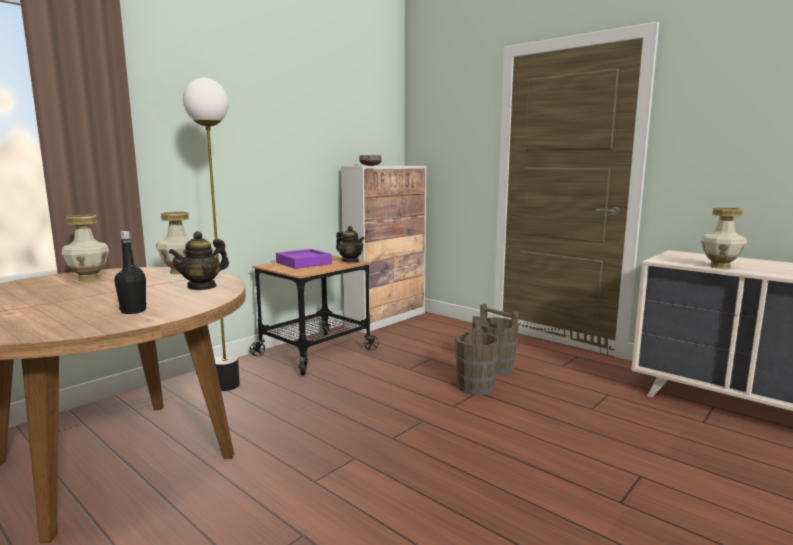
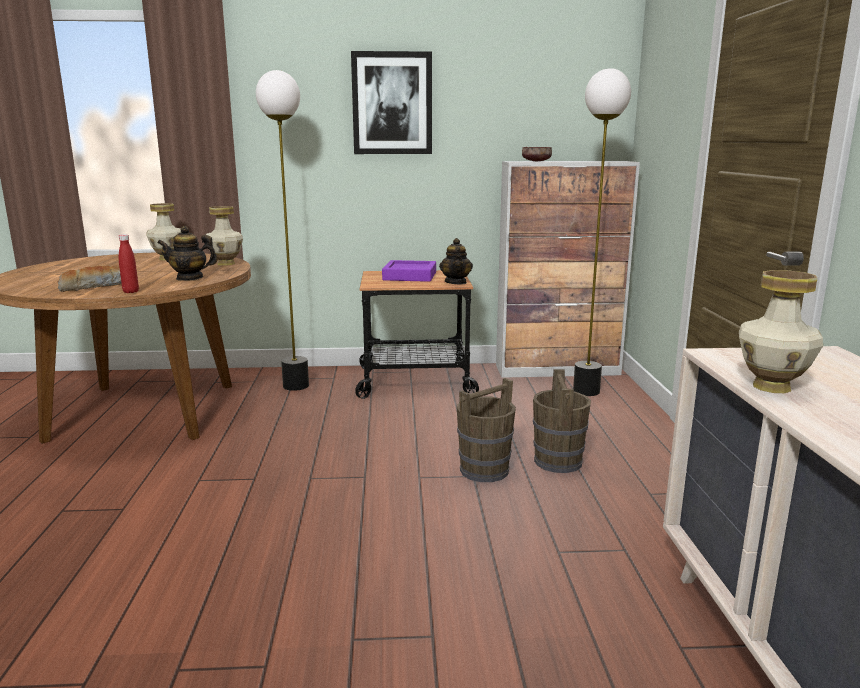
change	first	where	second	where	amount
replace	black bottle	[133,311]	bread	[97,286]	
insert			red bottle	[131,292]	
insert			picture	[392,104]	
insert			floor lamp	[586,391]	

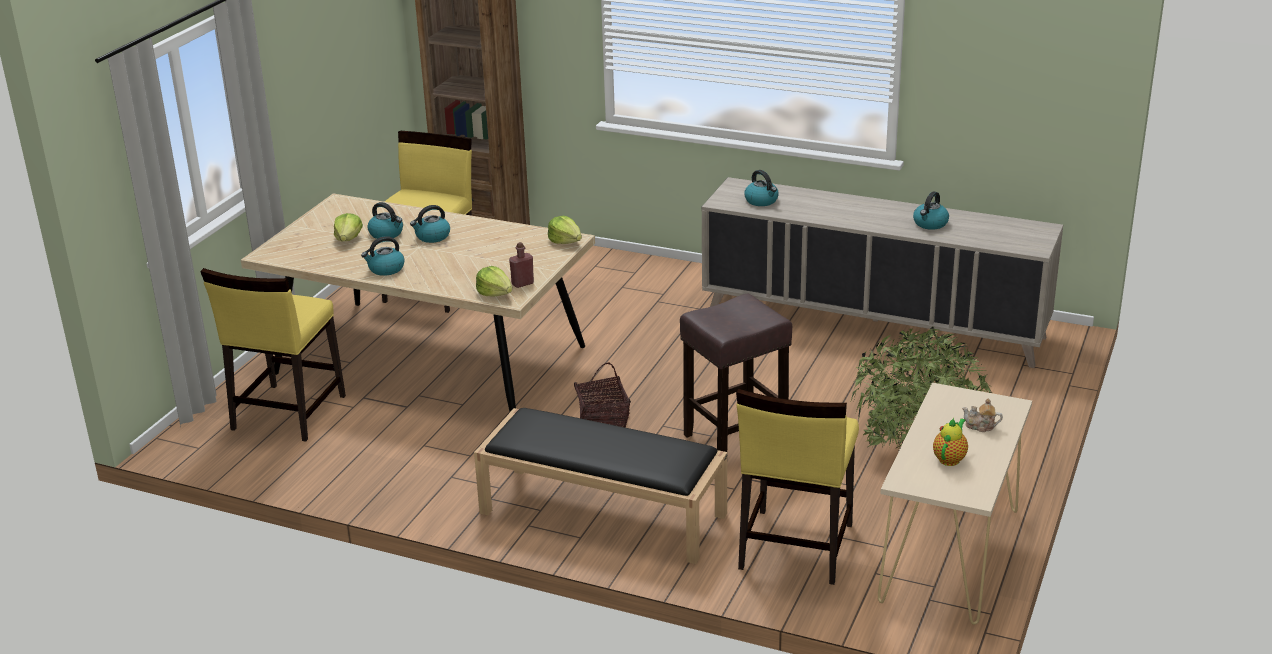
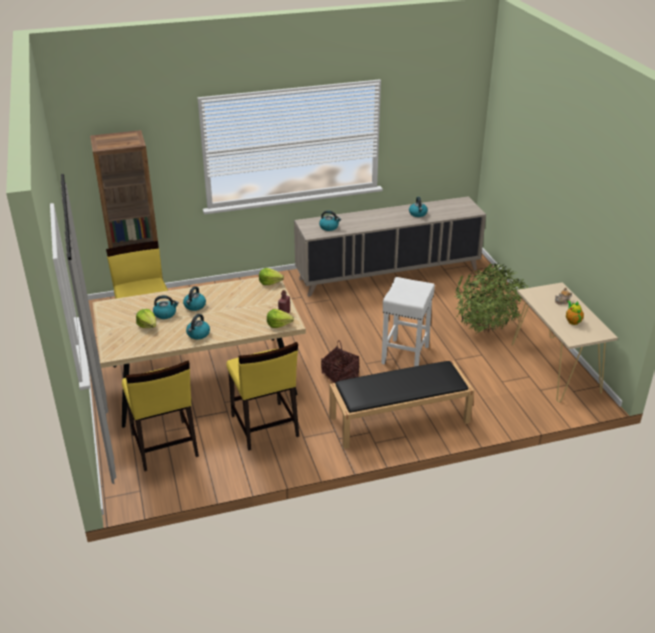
change	first	where	second	where	amount
move	yellow chair	[794,547]		[264,426]	
recolor	brown stool	[734,439]	white stool	[405,355]	

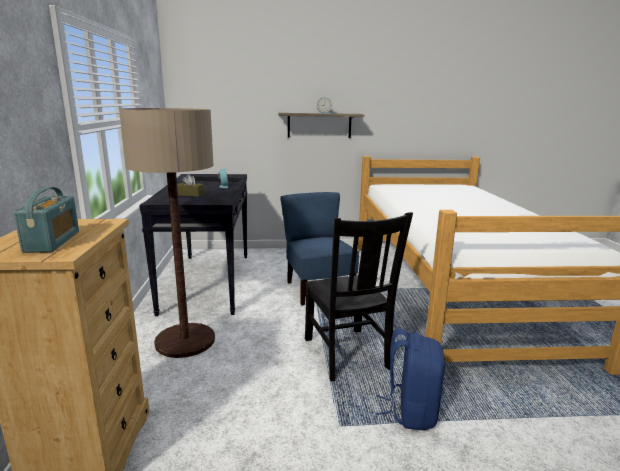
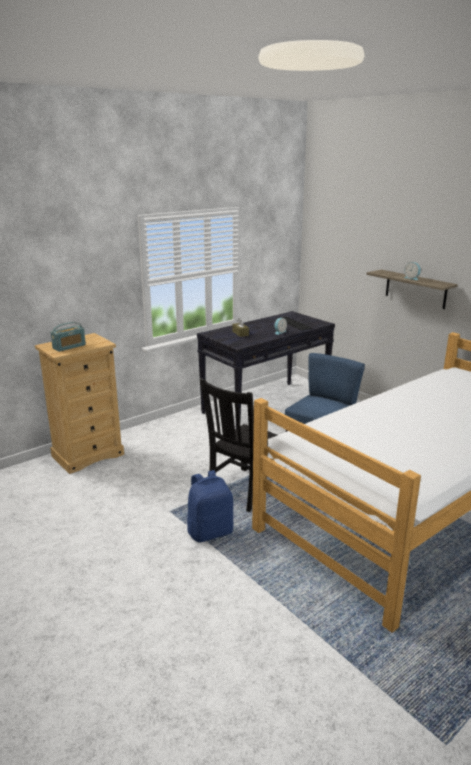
change	first	where	second	where	amount
delete	floor lamp	[185,341]			

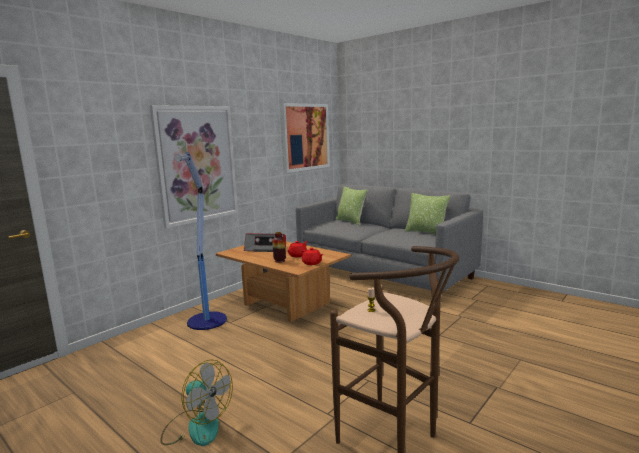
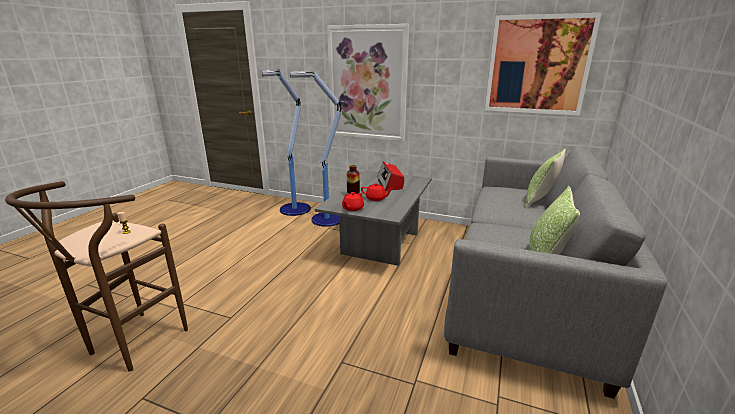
change	first	where	second	where	amount
insert			floor lamp	[294,209]	
recolor	brown coffee table	[284,304]	grey coffee table	[378,242]	
delete	fan	[197,426]			

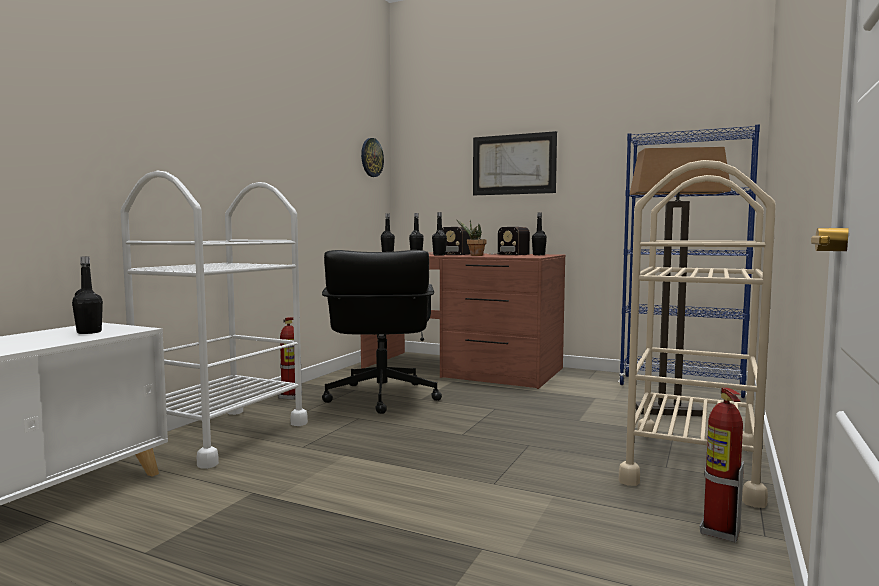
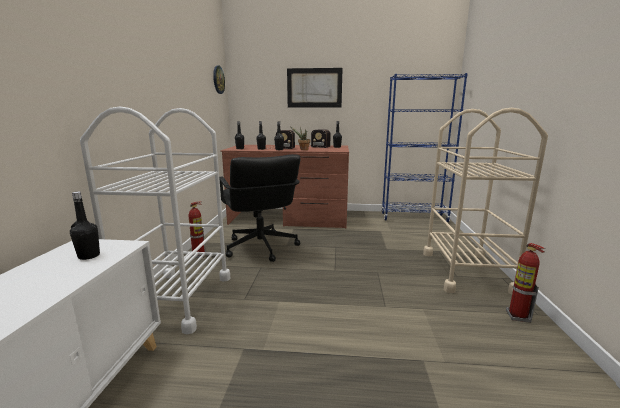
change	first	where	second	where	amount
delete	floor lamp	[669,411]			

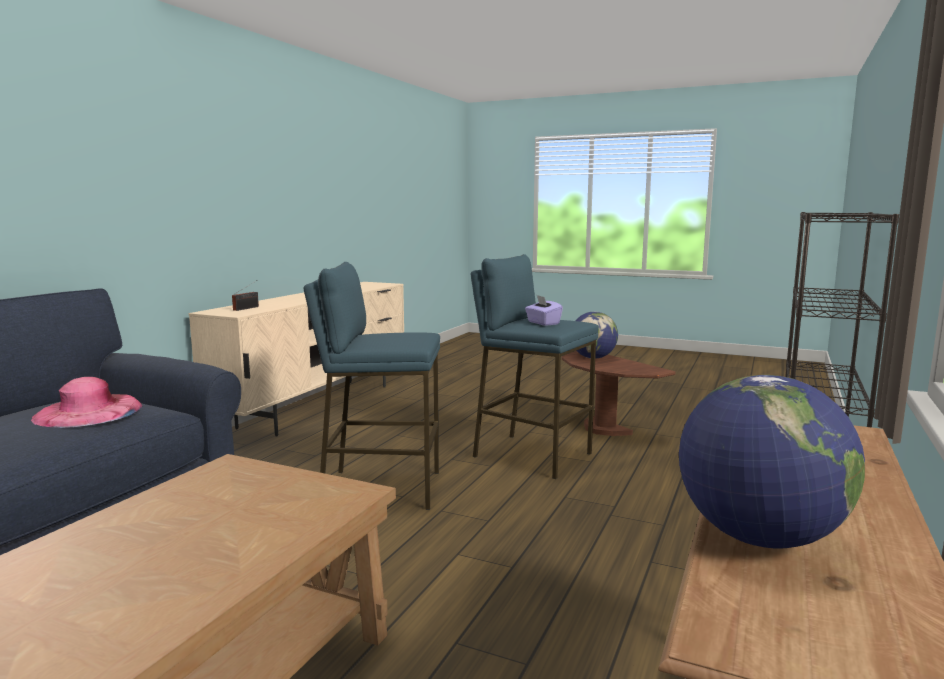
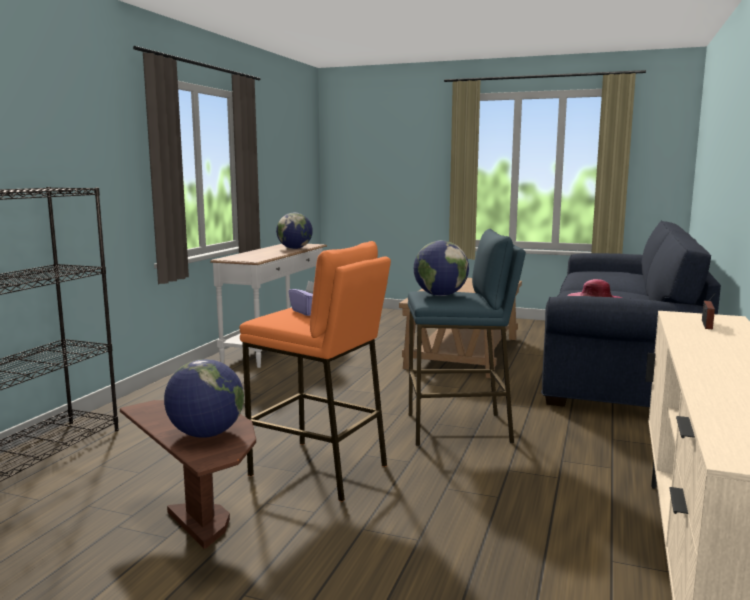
change	first	where	second	where	amount
recolor	blue stool	[531,455]	orange stool	[319,470]	
insert			globe	[440,295]	

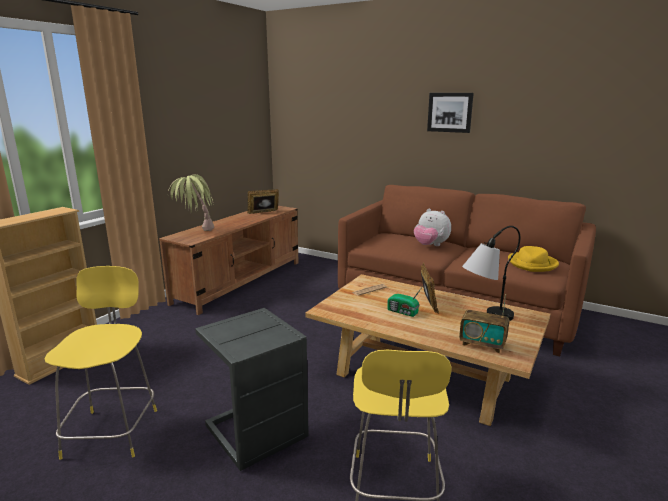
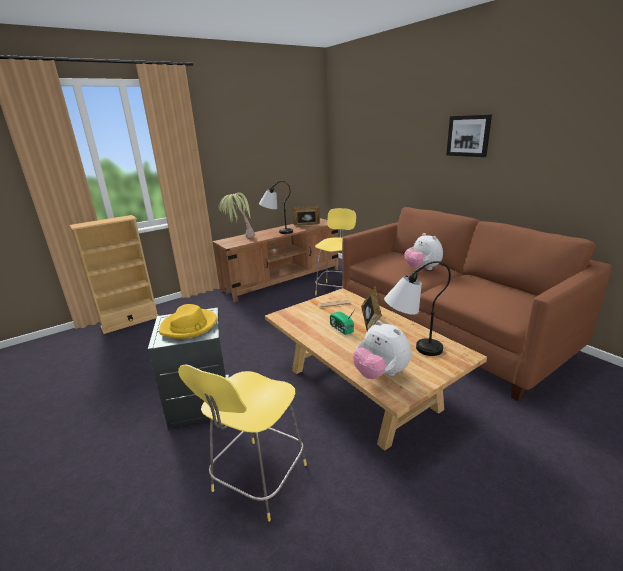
change	first	where	second	where	amount
move	yellow hat	[532,264]		[189,326]	
insert			table lamp	[276,232]	
move	yellow stool	[113,430]		[337,289]	
replace	radio	[482,344]	plush toy	[380,374]	

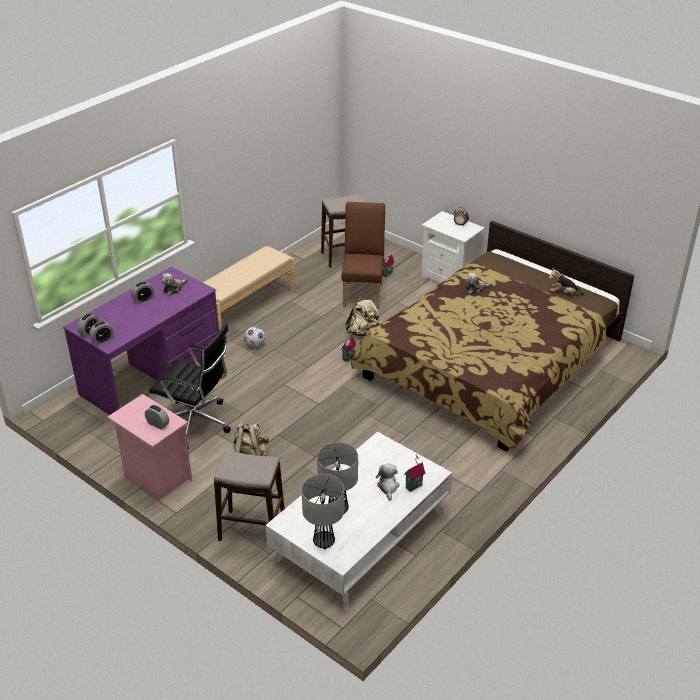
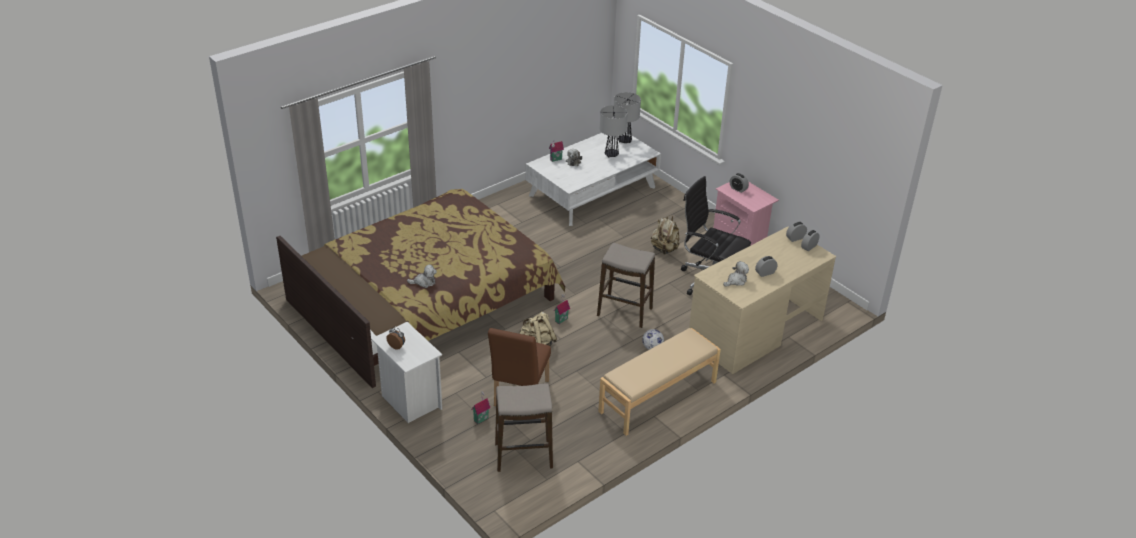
change	first	where	second	where	amount
move	stool	[252,530]		[624,312]	
recolor	purple desk	[152,375]	beige desk	[755,330]	
delete	plush toy	[563,293]			

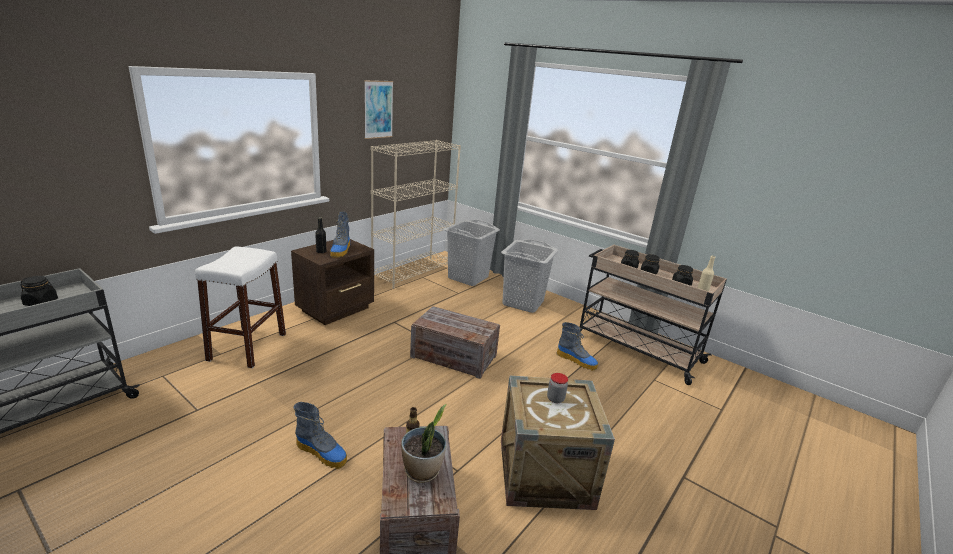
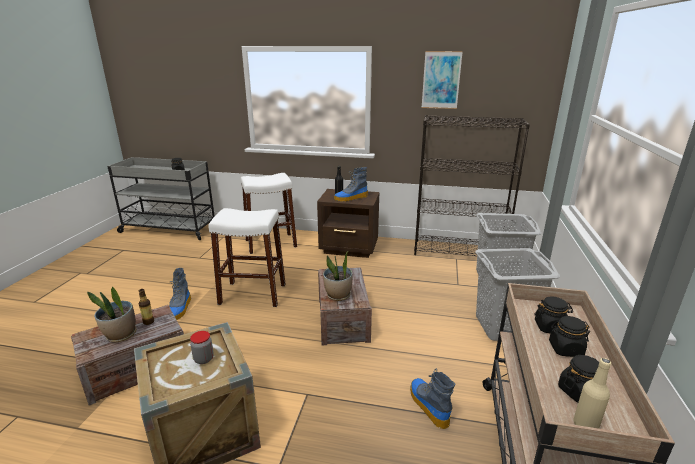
change	first	where	second	where	amount
insert			white stool	[253,294]	
insert			potted plant	[338,295]	
rotate	boot	[577,361]		[428,405]	150 degrees clockwise
recolor	beige bookcase	[413,271]	black bookcase	[459,251]	

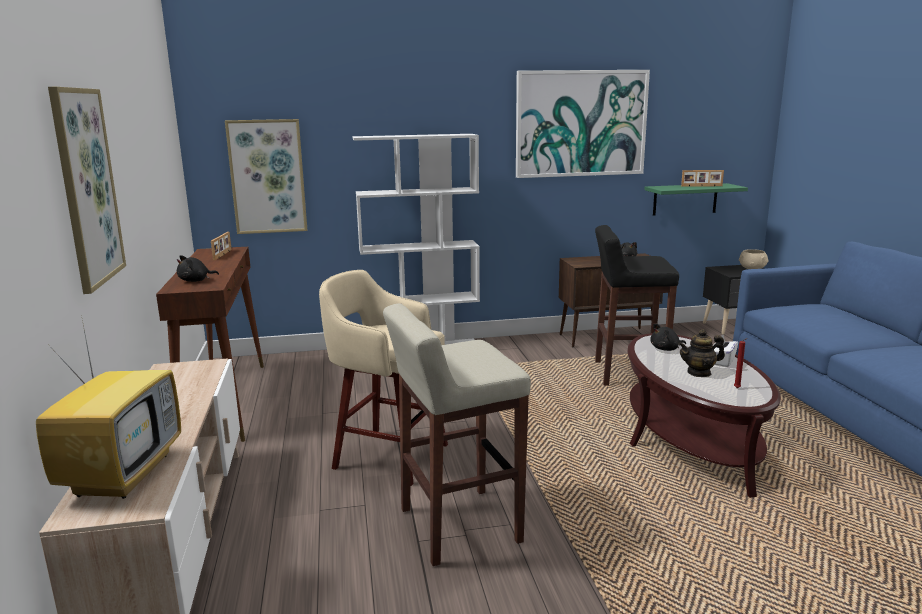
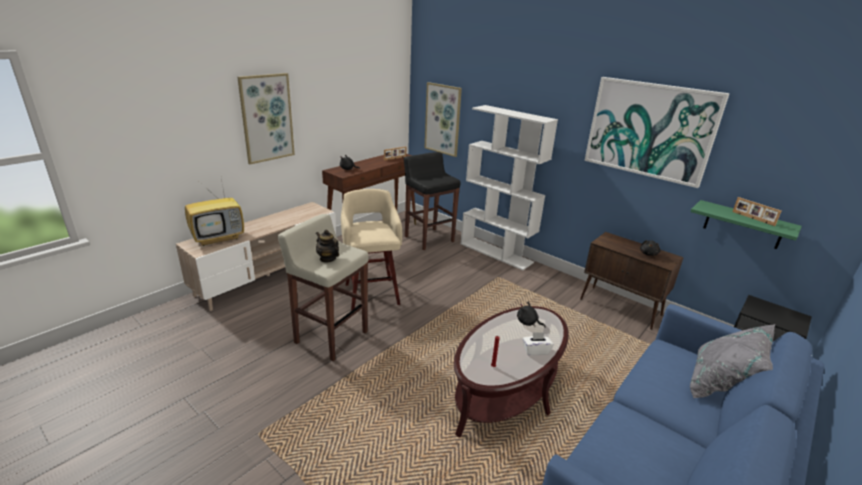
change	first	where	second	where	amount
move	teapot	[699,373]		[327,258]	
move	black stool	[627,373]		[428,239]	
insert			grey pillow	[720,385]	
delete	beige bowl	[752,268]			

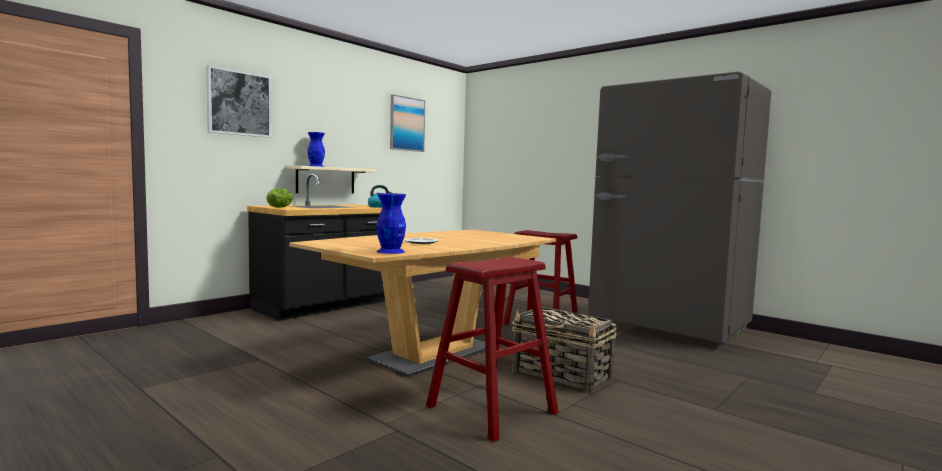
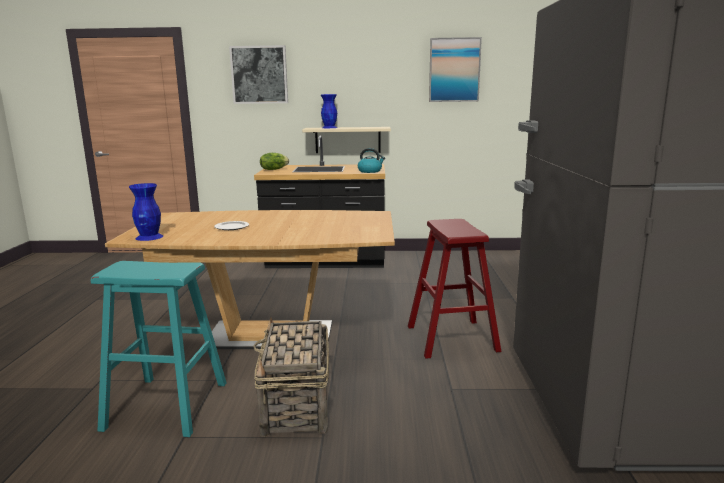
change	first	where	second	where	amount
recolor	red stool	[491,409]	turquoise stool	[166,405]	

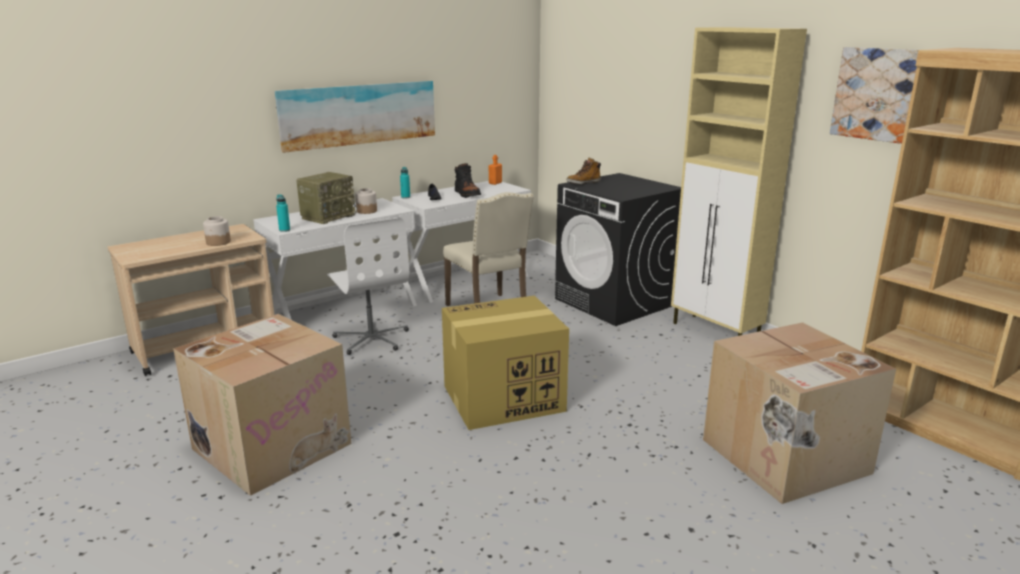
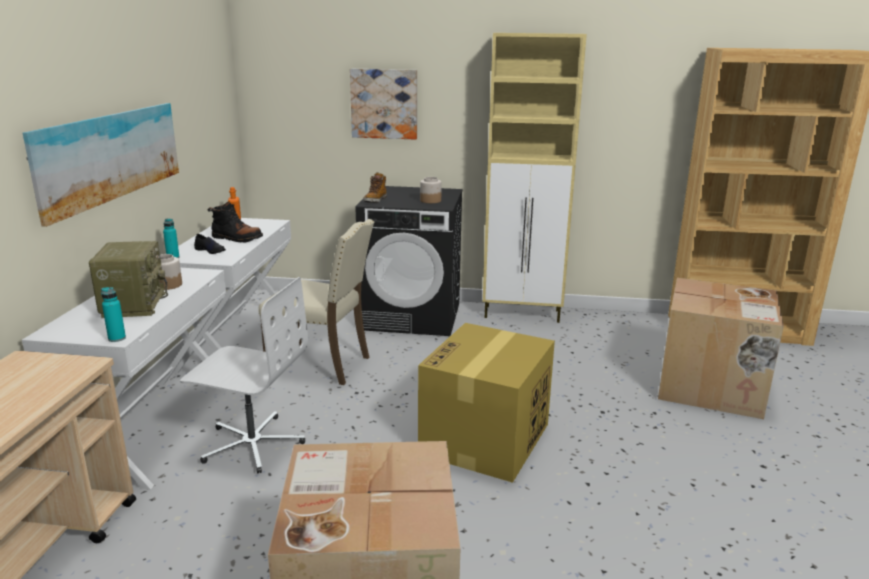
change	first	where	second	where	amount
move	picture	[881,94]		[384,104]	
move	jar	[218,242]		[430,201]	

